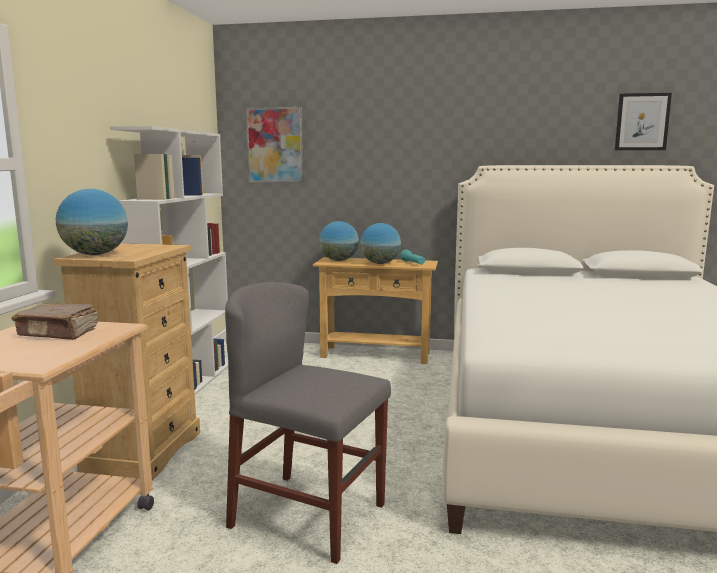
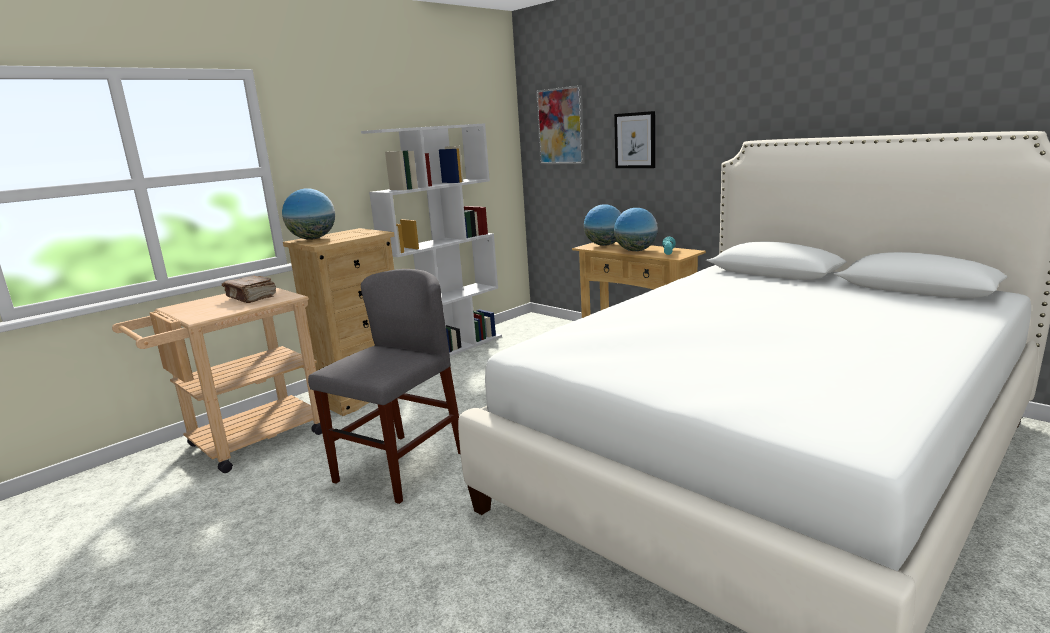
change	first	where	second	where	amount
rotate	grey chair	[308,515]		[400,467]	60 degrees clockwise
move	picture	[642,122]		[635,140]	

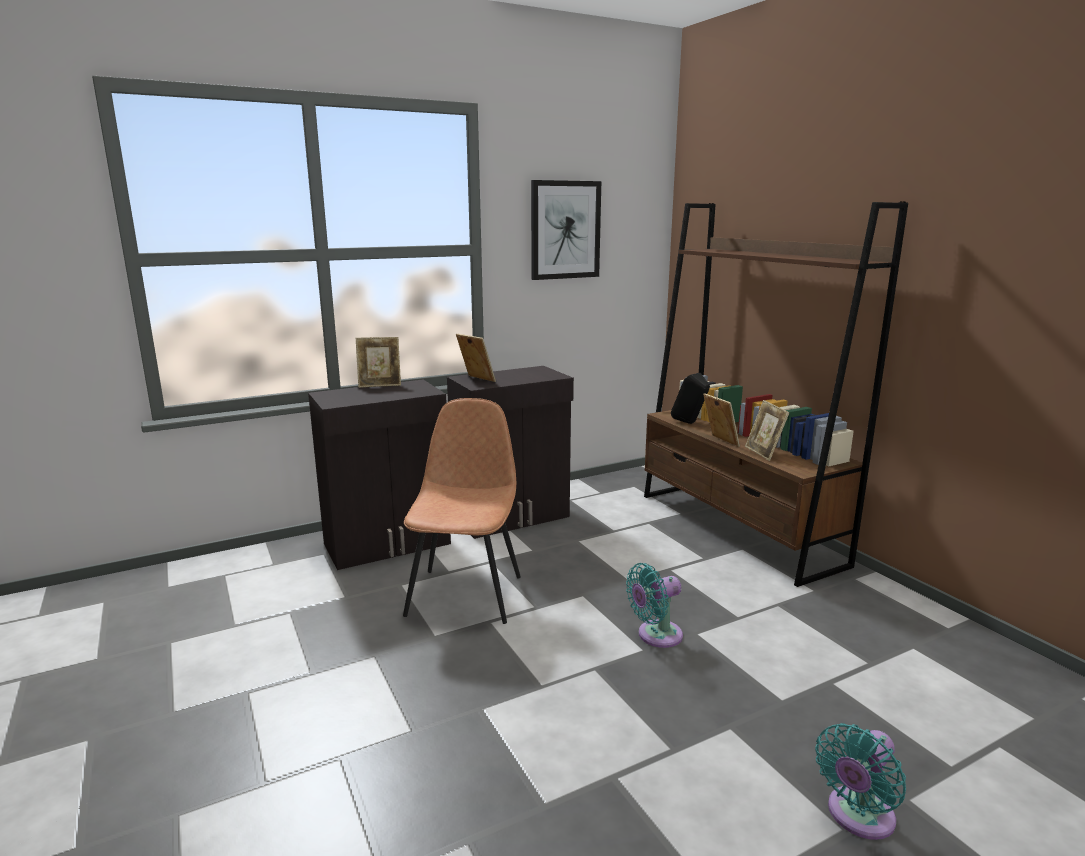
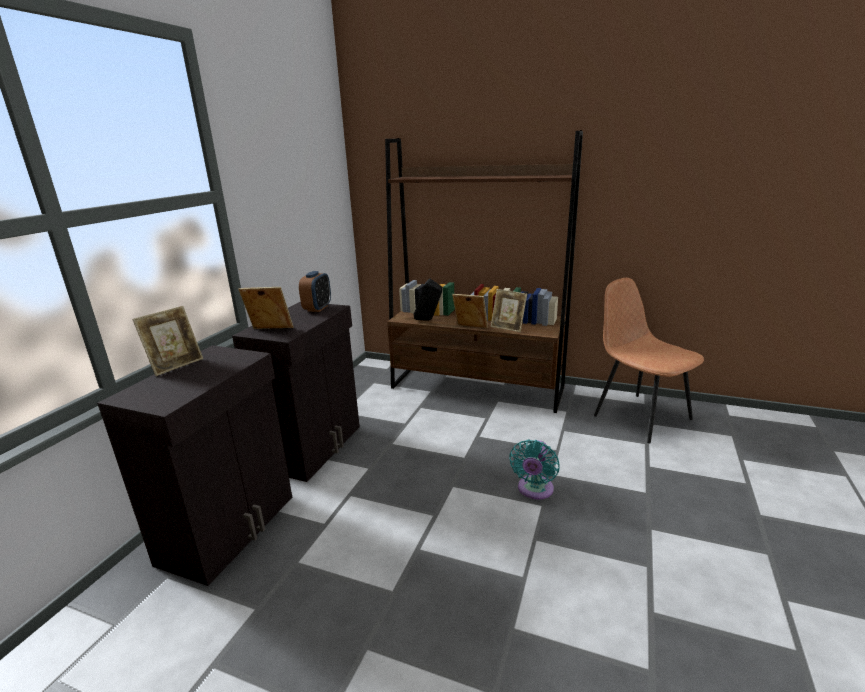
change	first	where	second	where	amount
insert			alarm clock	[317,308]	
move	brown chair	[466,594]		[640,416]	
delete	picture	[565,230]			
delete	turquoise fan	[857,817]			

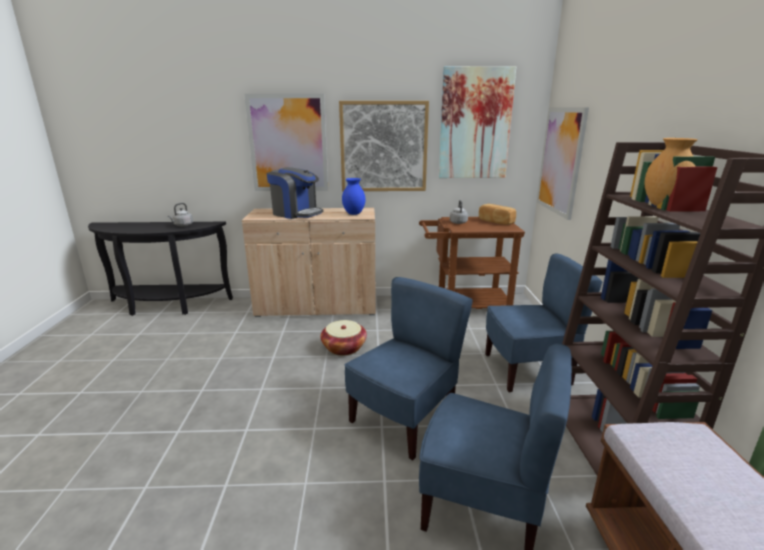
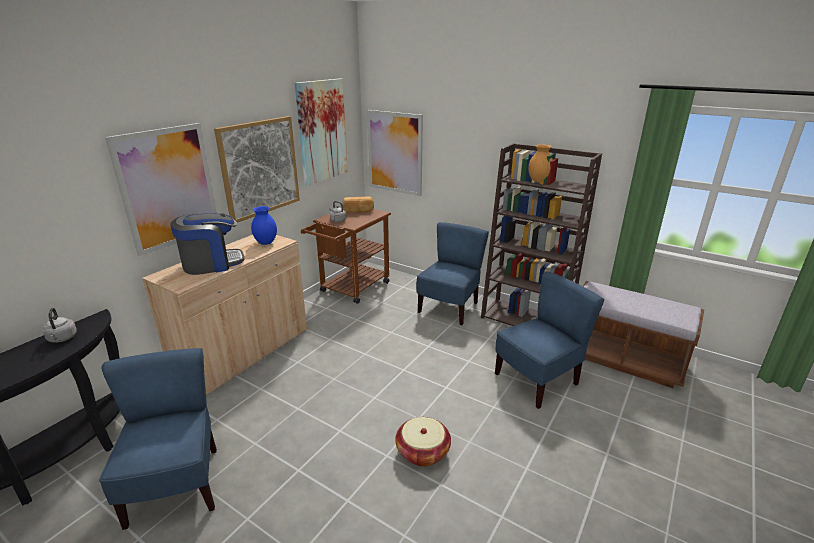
change	first	where	second	where	amount
move	blue chair	[404,419]		[176,486]	
move	basket	[344,347]		[422,452]	

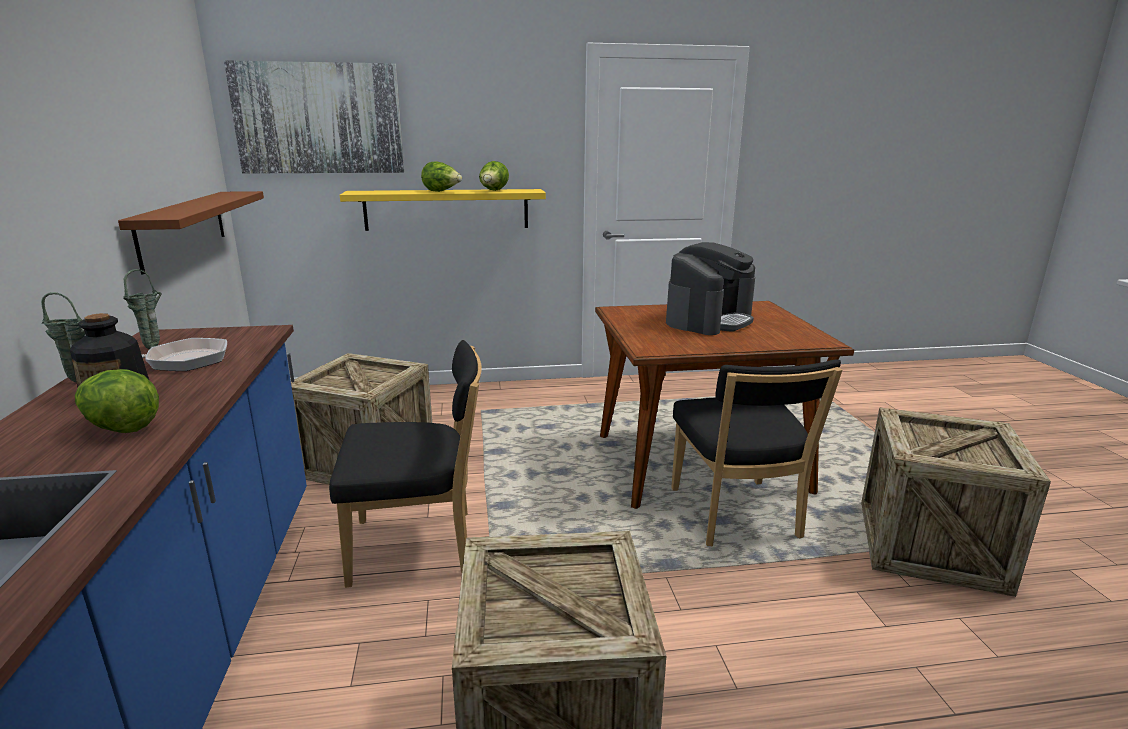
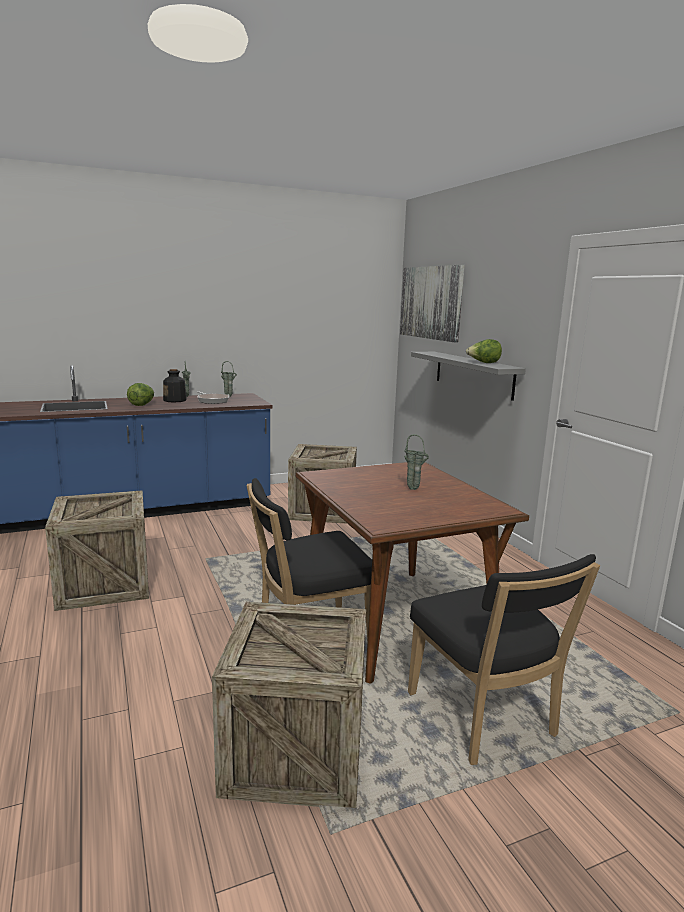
change	first	where	second	where	amount
replace	coffee machine	[709,320]	green vase	[414,489]	
move	black chair	[419,547]		[484,719]	
recolor	yellow shelf	[446,209]	grey shelf	[473,374]	
delete	brown shelf	[183,228]			
delete	lettuce	[442,191]			

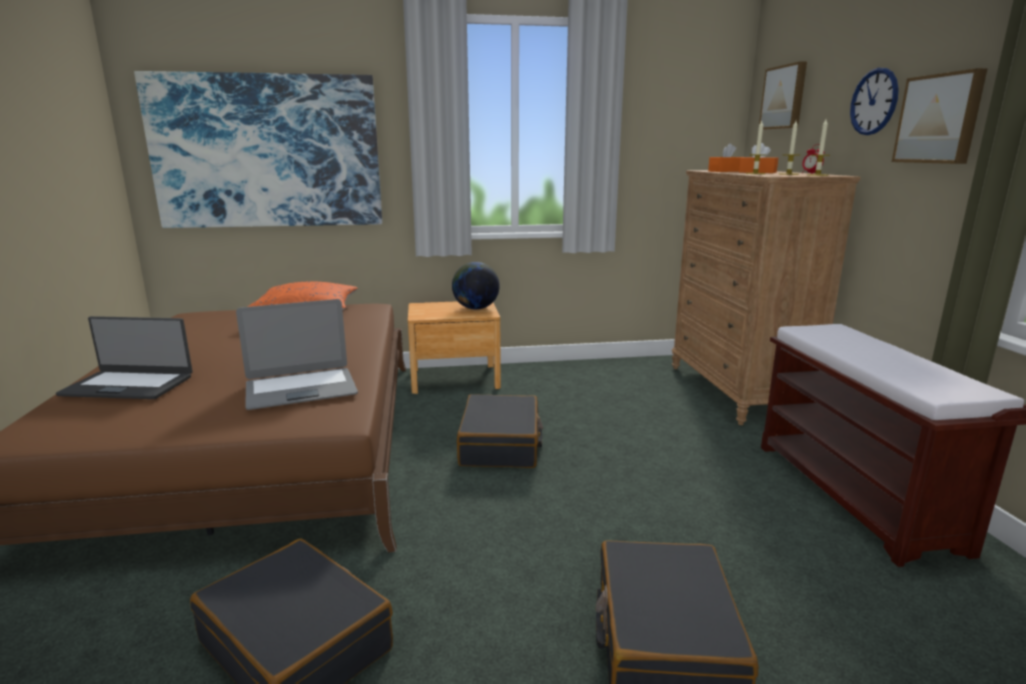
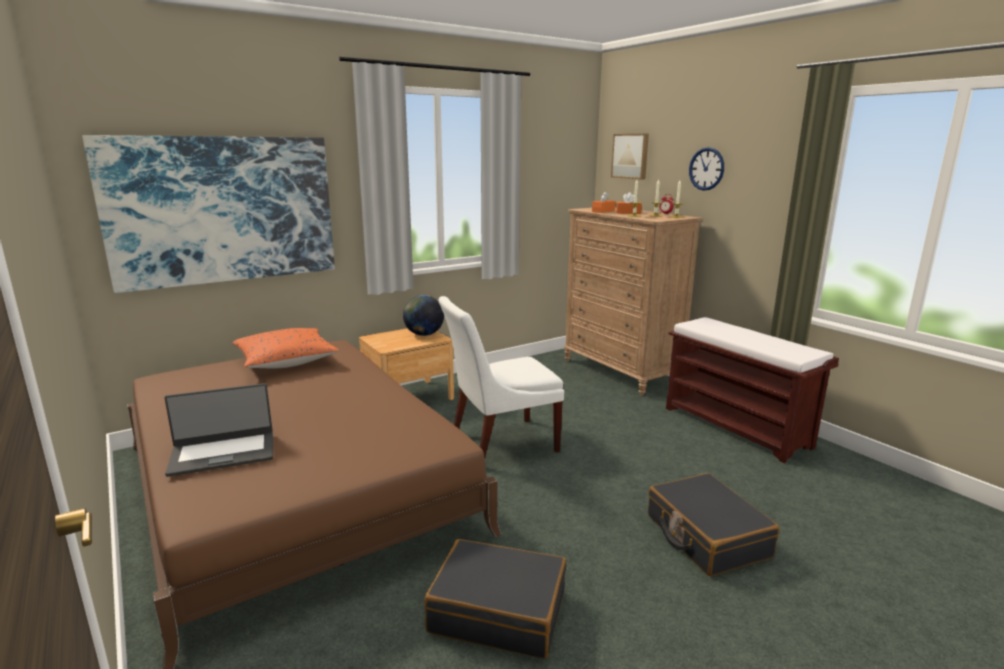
change	first	where	second	where	amount
replace	black suitcase	[501,445]	white chair	[499,443]	
delete	laptop	[301,389]			
delete	picture	[940,119]			

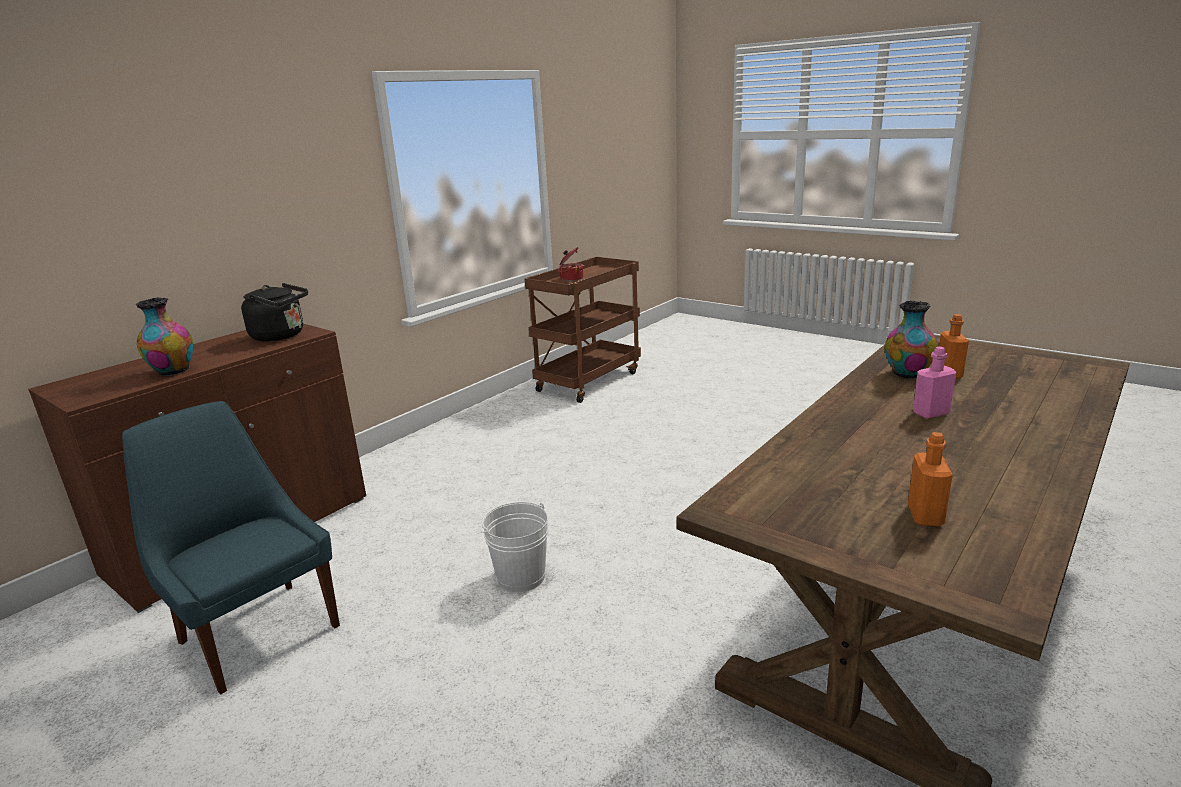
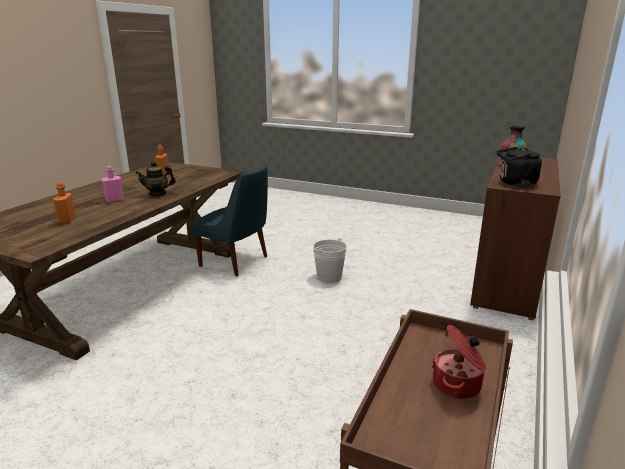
change	first	where	second	where	amount
insert			teapot	[157,194]	
move	blue chair	[257,631]		[236,262]	
delete	vase	[907,374]			

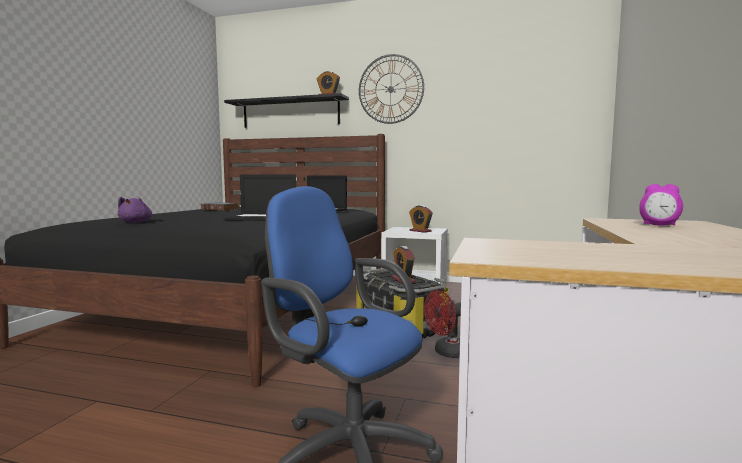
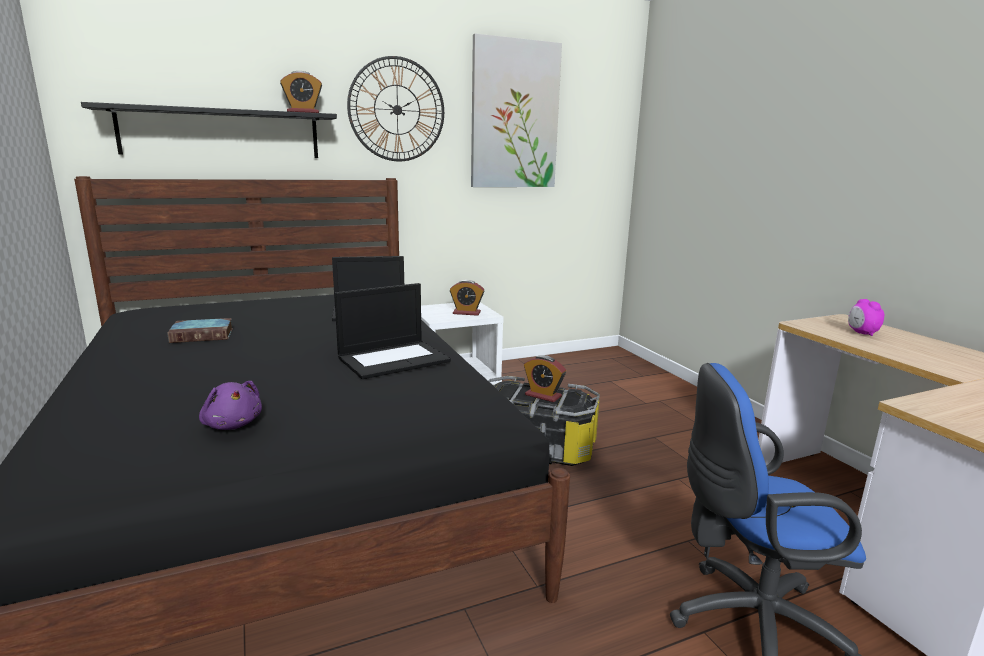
change	first	where	second	where	amount
insert			picture	[514,115]	
rotate	alarm clock	[659,225]		[861,333]	90 degrees clockwise
delete	red fan	[447,353]			

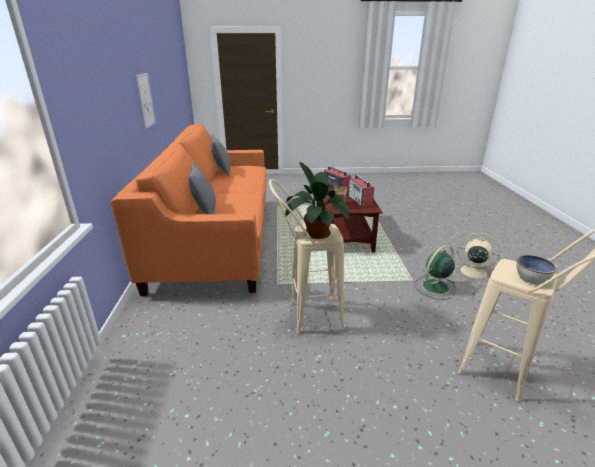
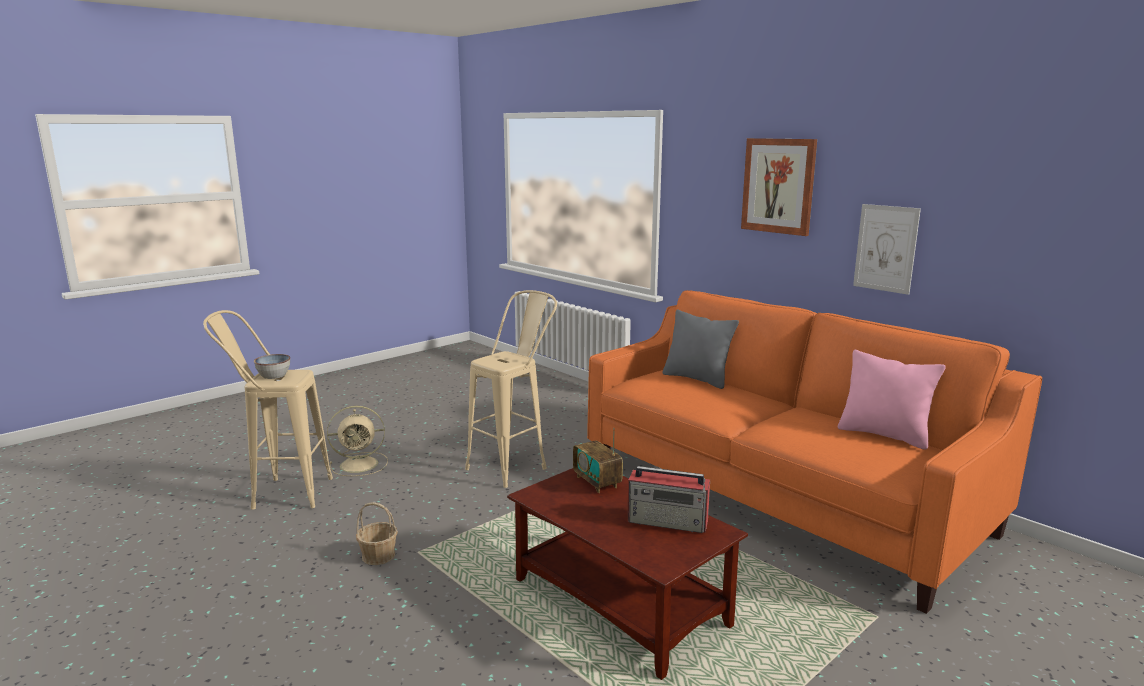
change	first	where	second	where	amount
move	beige fan	[471,271]		[361,464]	
replace	green fan	[434,287]	basket	[378,555]	
insert			picture	[778,186]	
recolor	grey pillow	[222,171]	pink pillow	[884,435]	
delete	potted plant	[315,232]			
delete	radio	[360,200]			

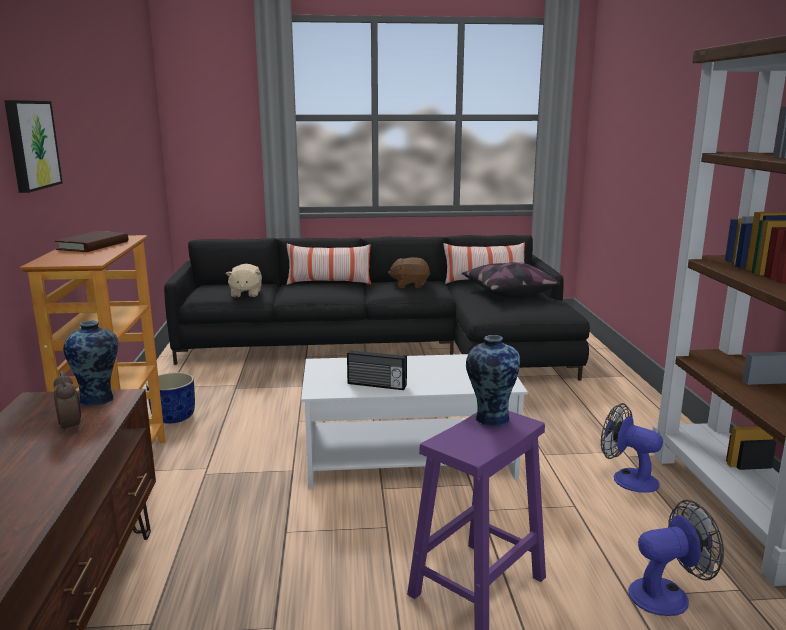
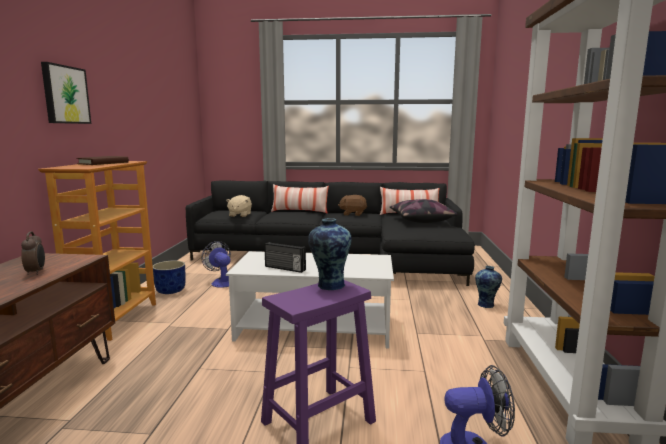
change	first	where	second	where	amount
move	fan	[627,478]		[221,282]	
move	vase	[98,399]		[486,305]	

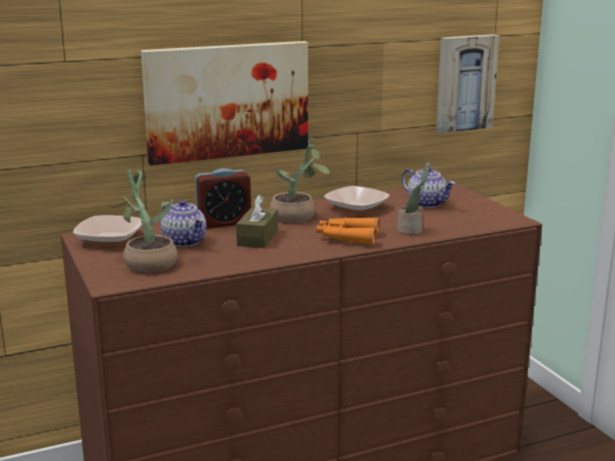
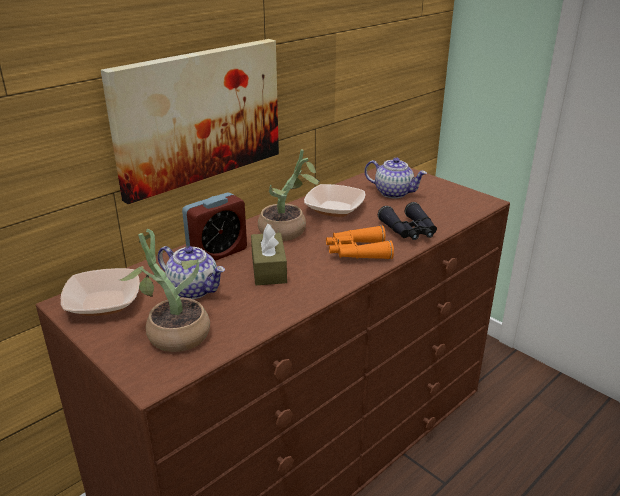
change	first	where	second	where	amount
replace	potted plant	[412,230]	black binoculars	[409,231]	
delete	picture	[464,83]			

